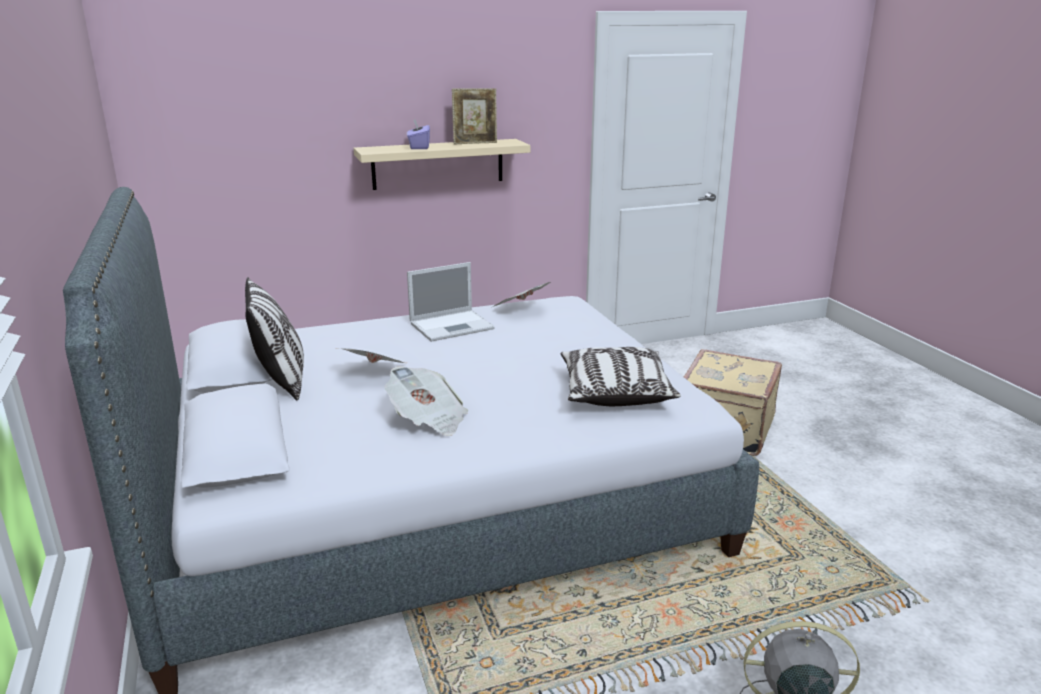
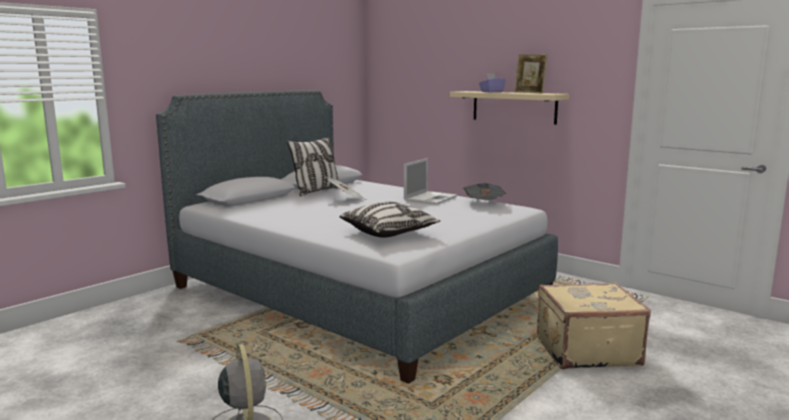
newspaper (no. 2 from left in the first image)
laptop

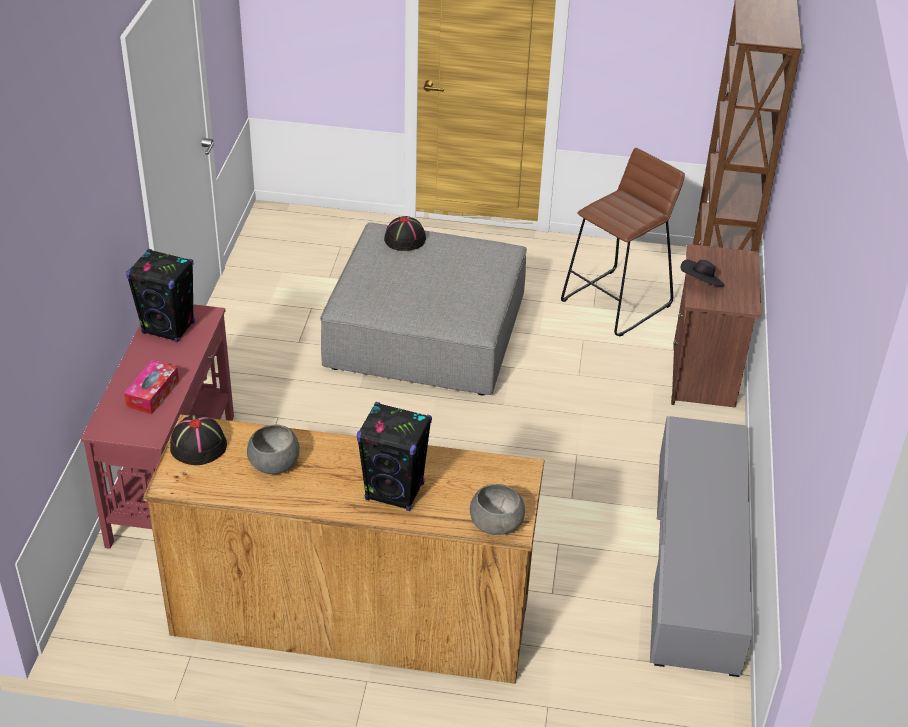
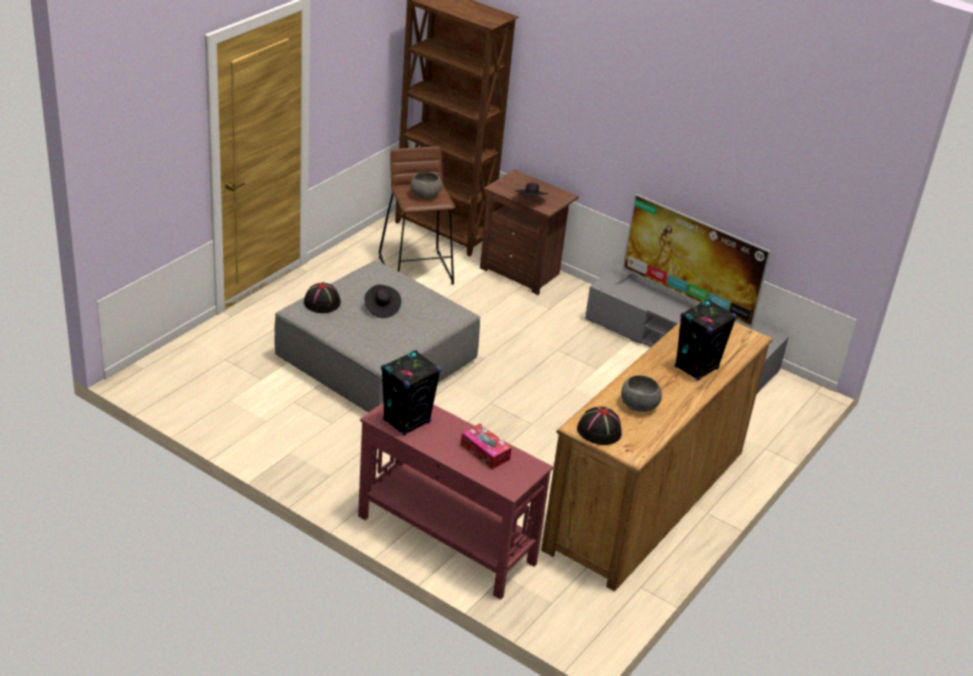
grey deep dish (no. 1 from left)
blackish wearable hat (no. 2 from left)
television

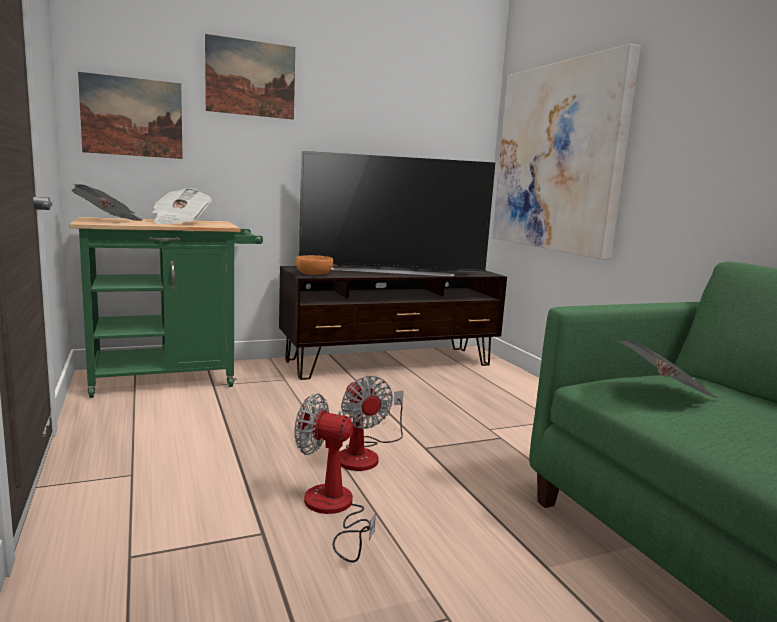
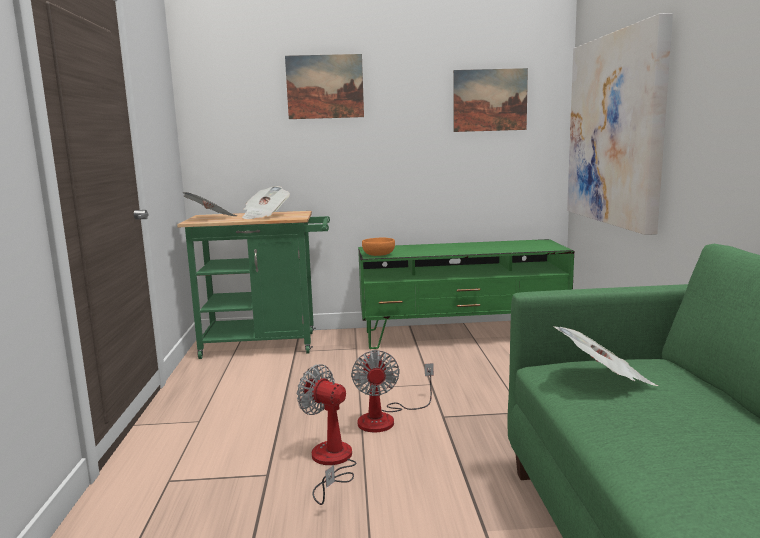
wall picture (no. 2 from left)
green-coloured tv stand
television

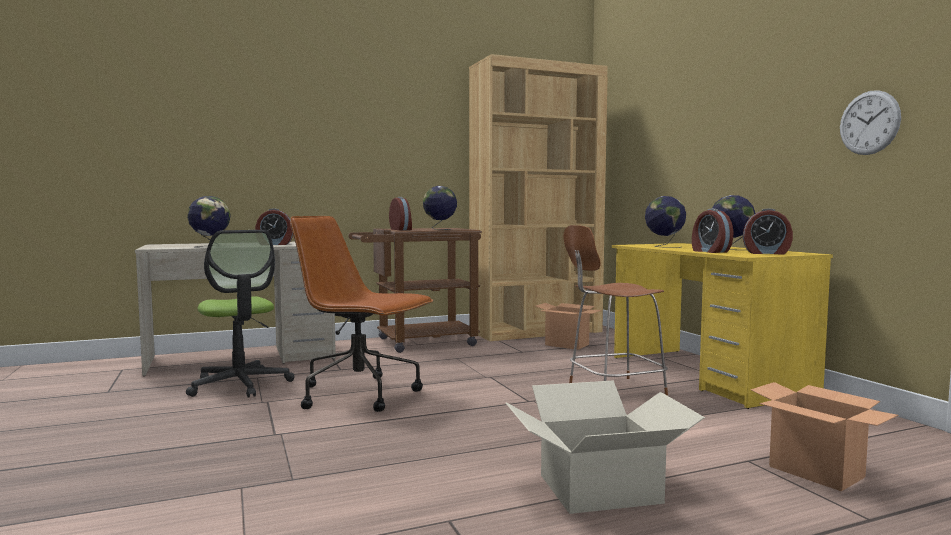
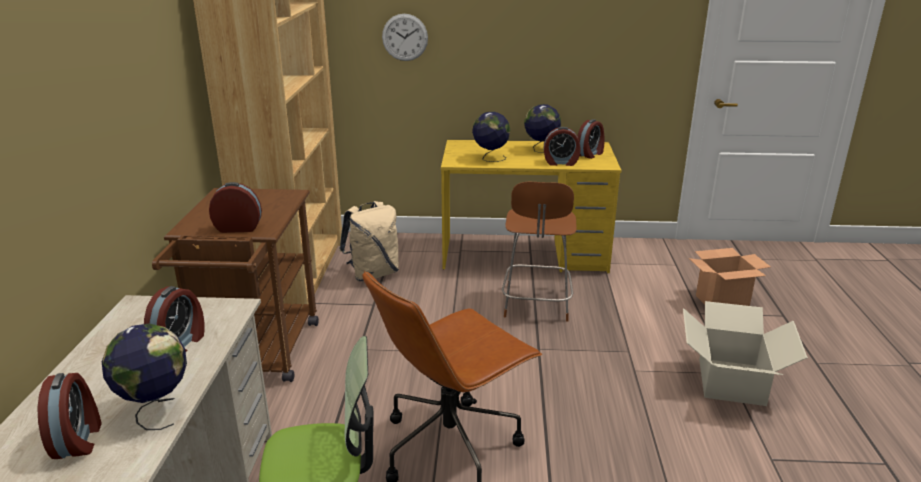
globe (no. 2 from left in the first image)
beige-coloured rucksack
clock on the wall
table clock (no. 1 from left)

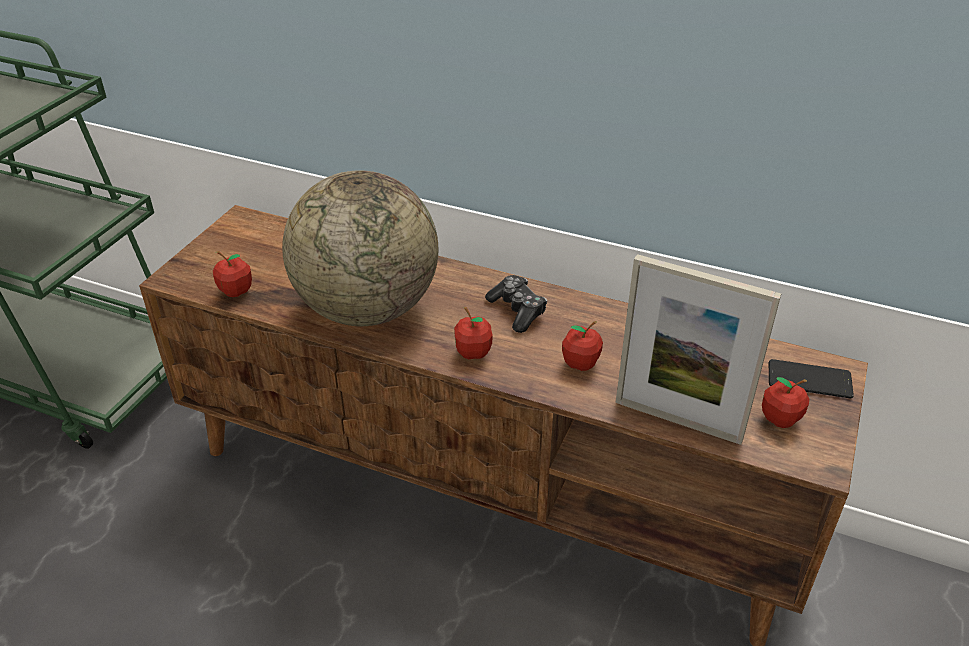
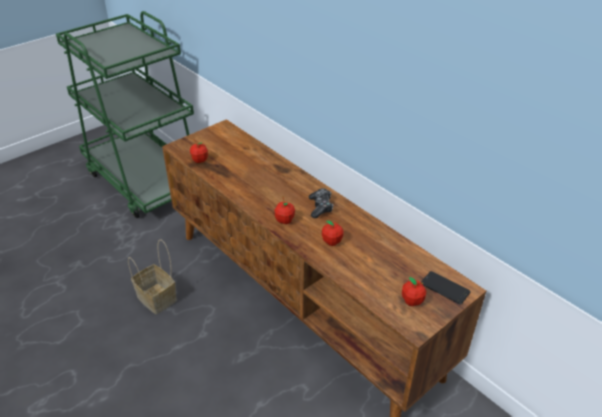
globe
standing frame
basket

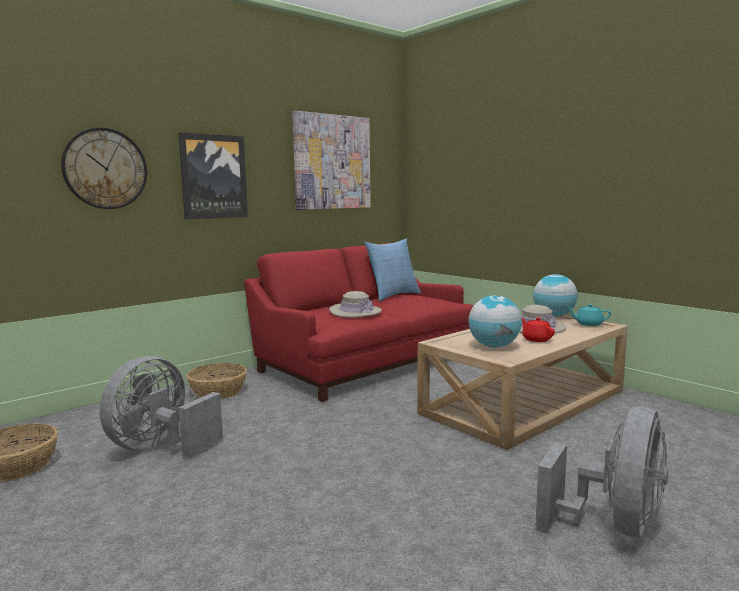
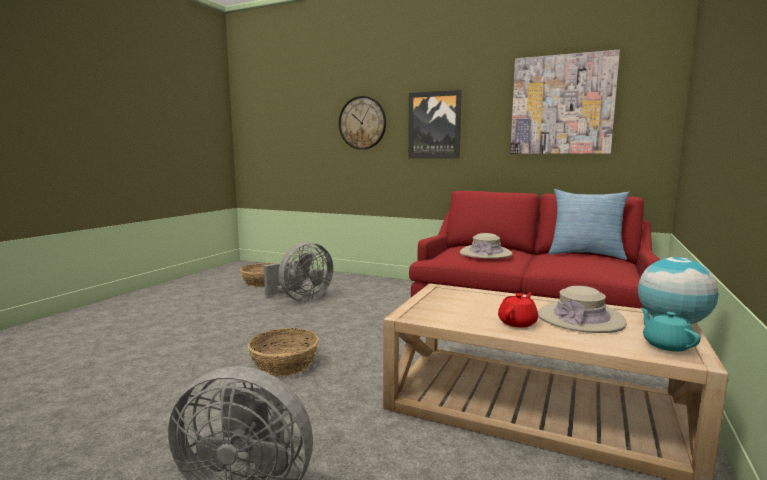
grey cooling fan (no. 2 from left)
basket (no. 2 from left)
globe (no. 1 from left in the first image)

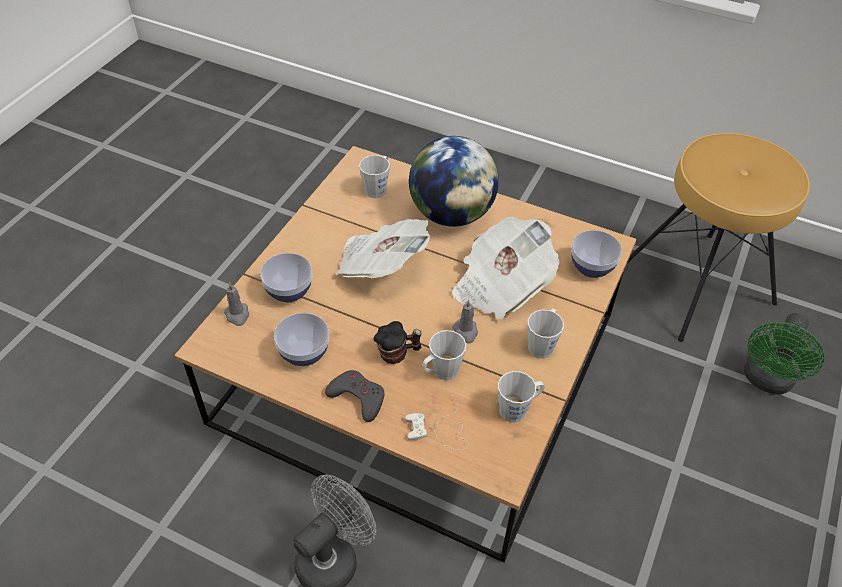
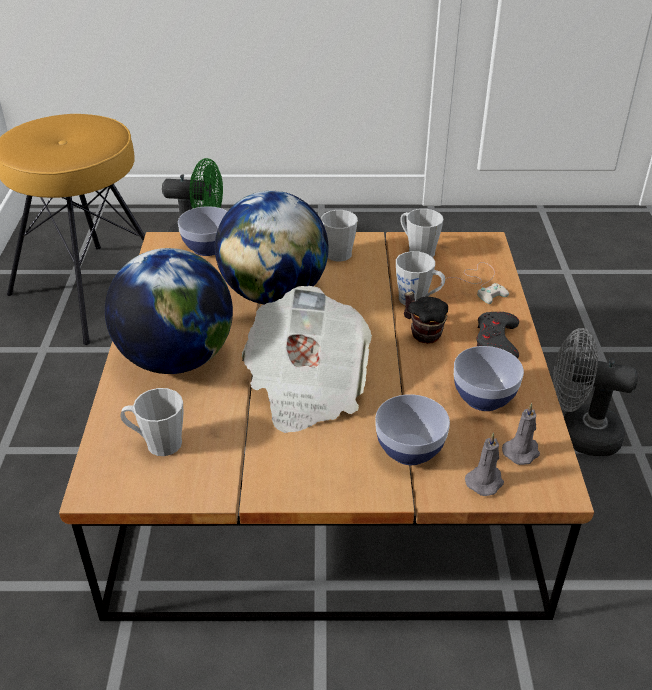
globe (no. 2 from left)
grey wax light (no. 2 from left)

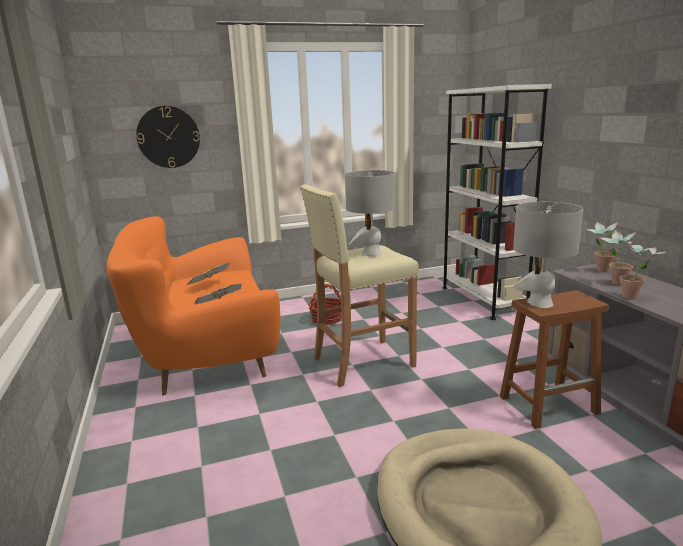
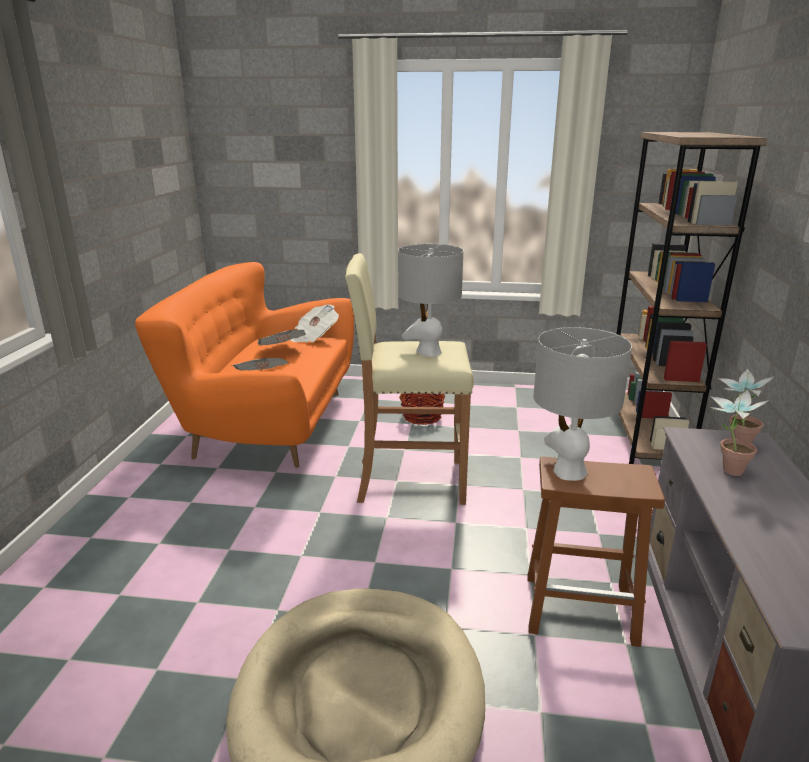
clock on the wall
brown-coloured bookcase
houseplant (no. 3 from left in the first image)
newspaper (no. 3 from left)

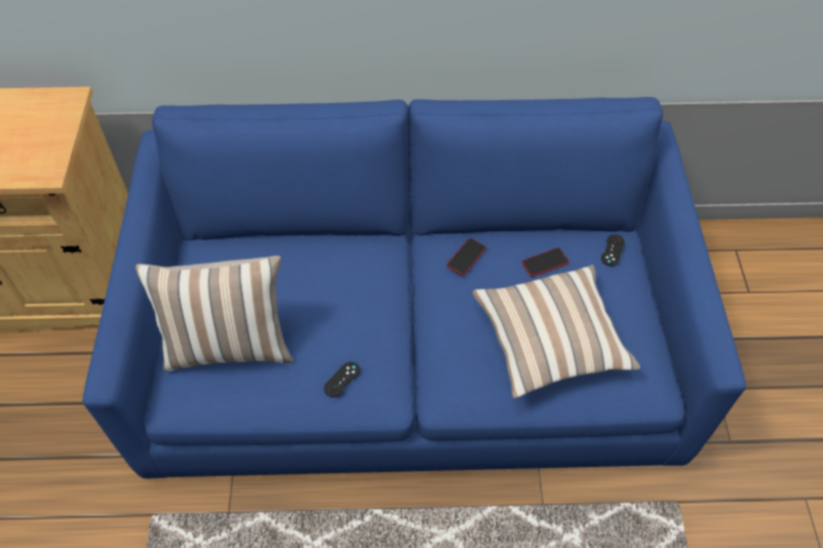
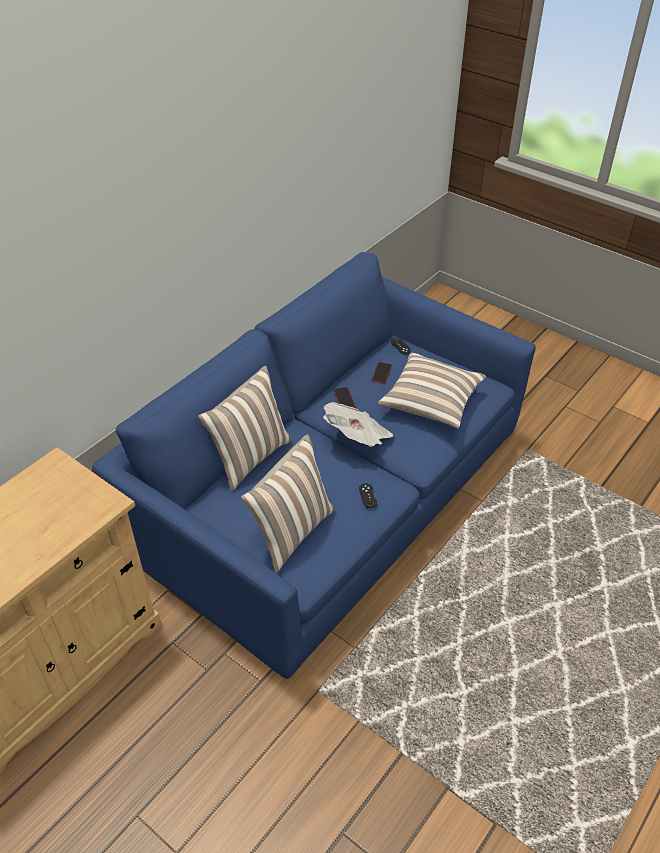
cushion (no. 1 from left)
newspaper

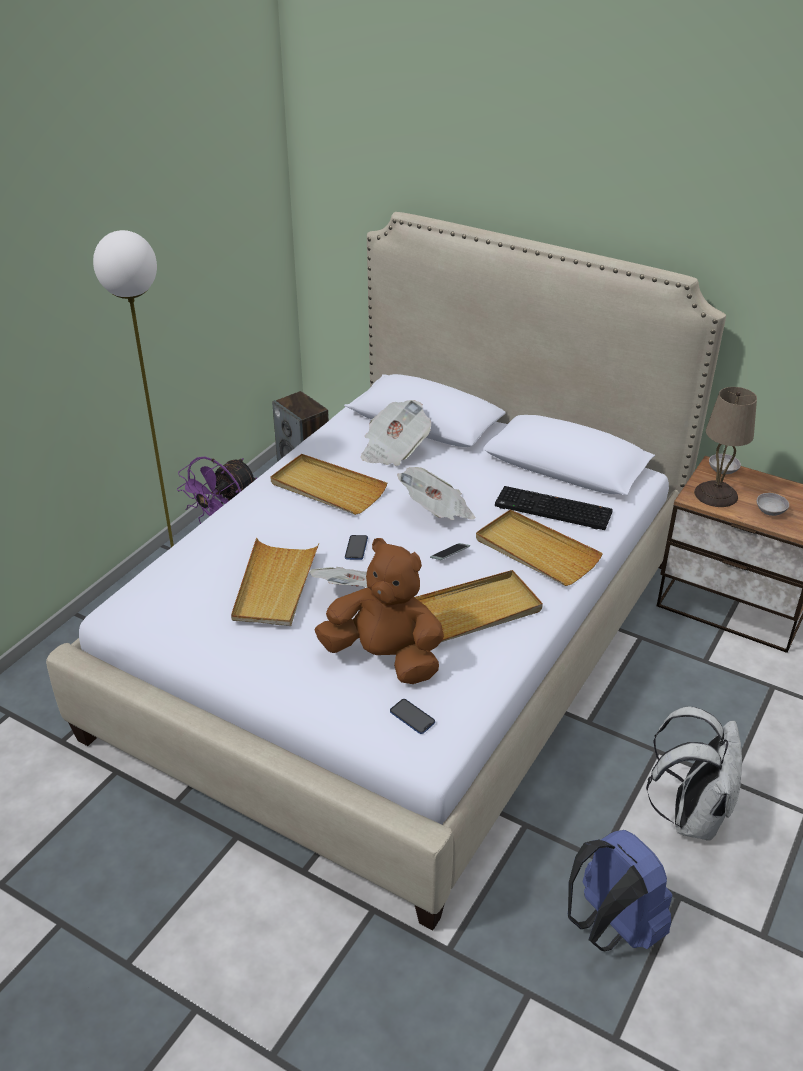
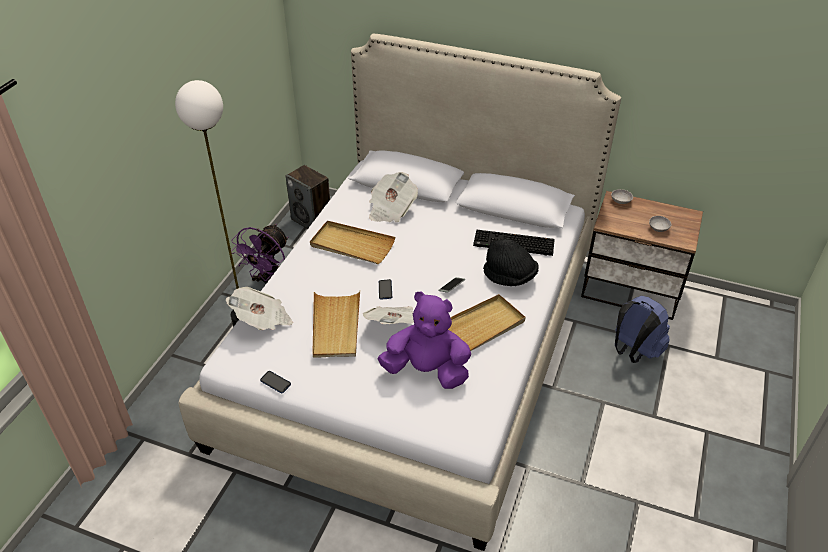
purplish soft toy
phone (no. 1 from left)
newspaper (no. 1 from left)
blackish wearable hat
bluish rucksack
white-coloured rucksack
beige-coloured table lamp

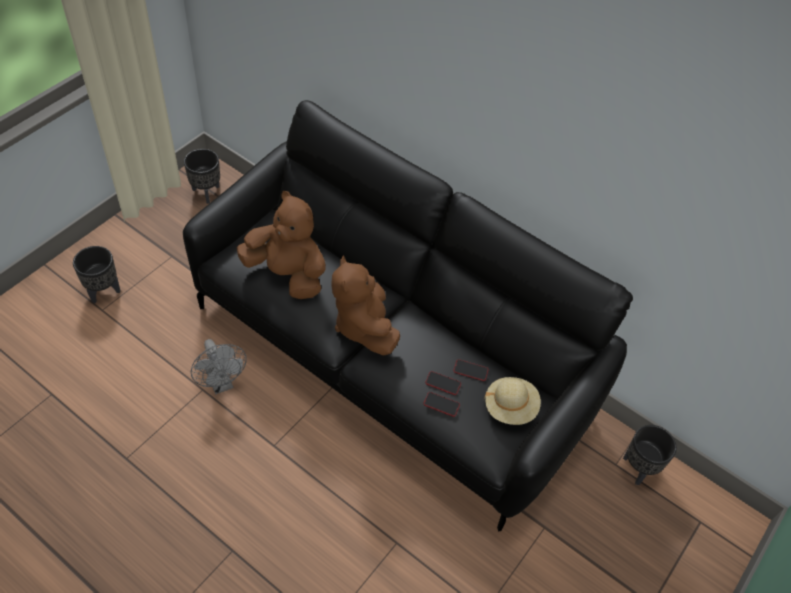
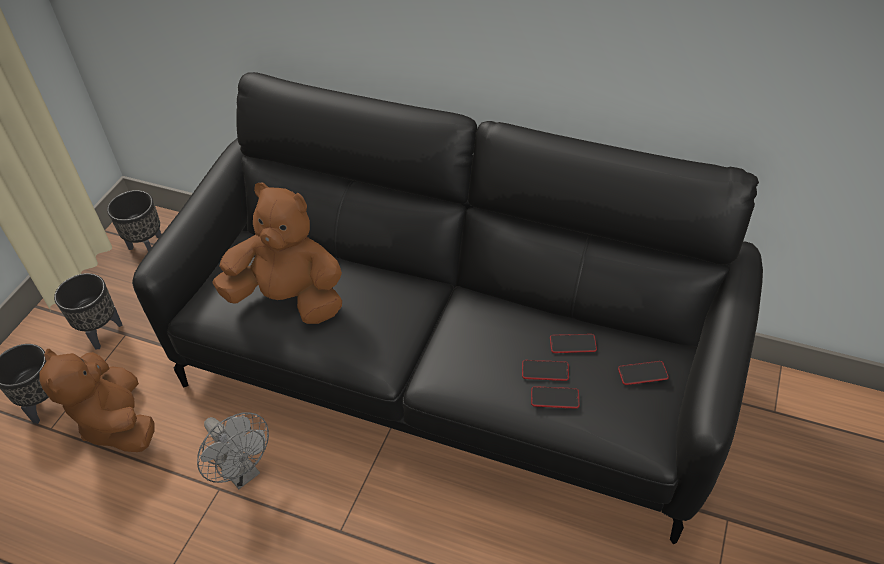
brown-coloured soft toy (no. 1 from left)
phone (no. 4 from left)
blackish planter (no. 2 from left)

